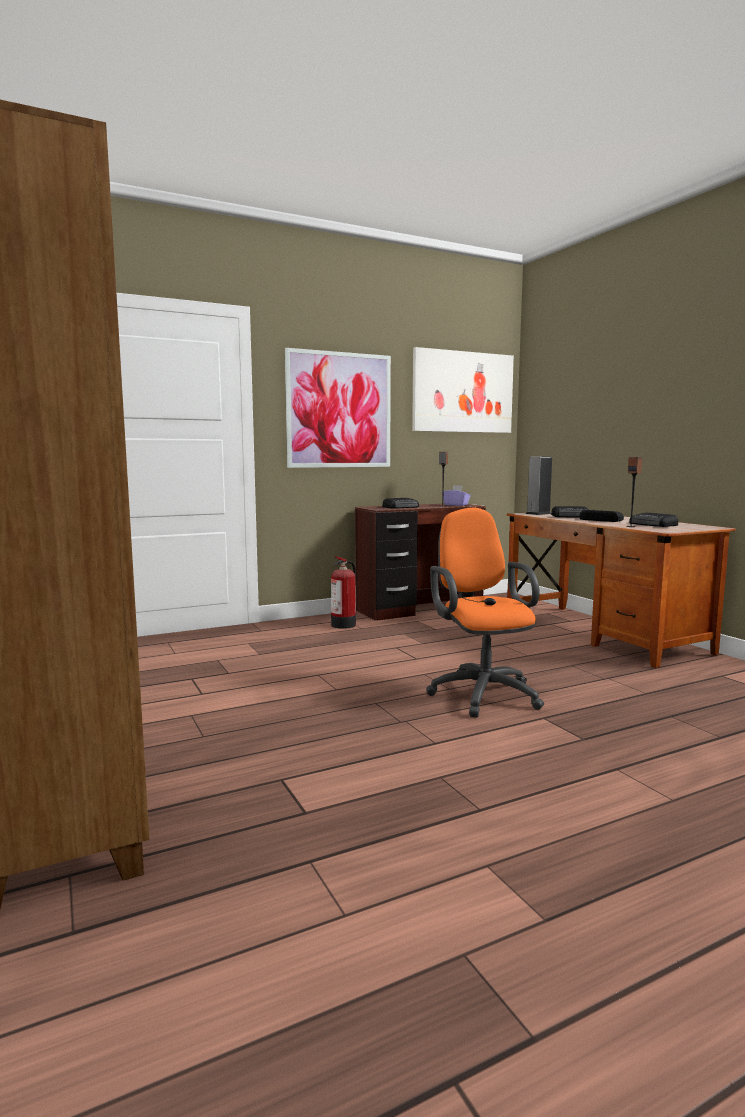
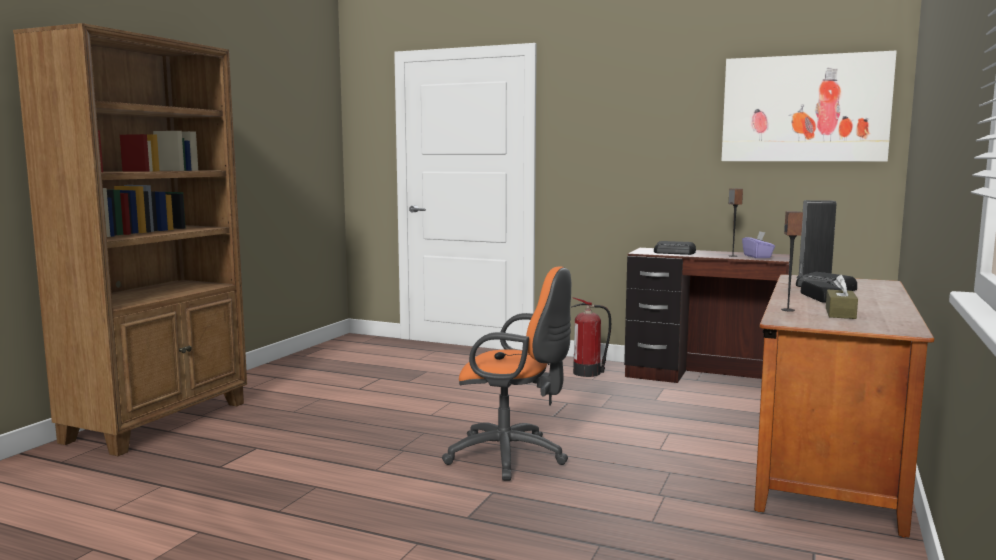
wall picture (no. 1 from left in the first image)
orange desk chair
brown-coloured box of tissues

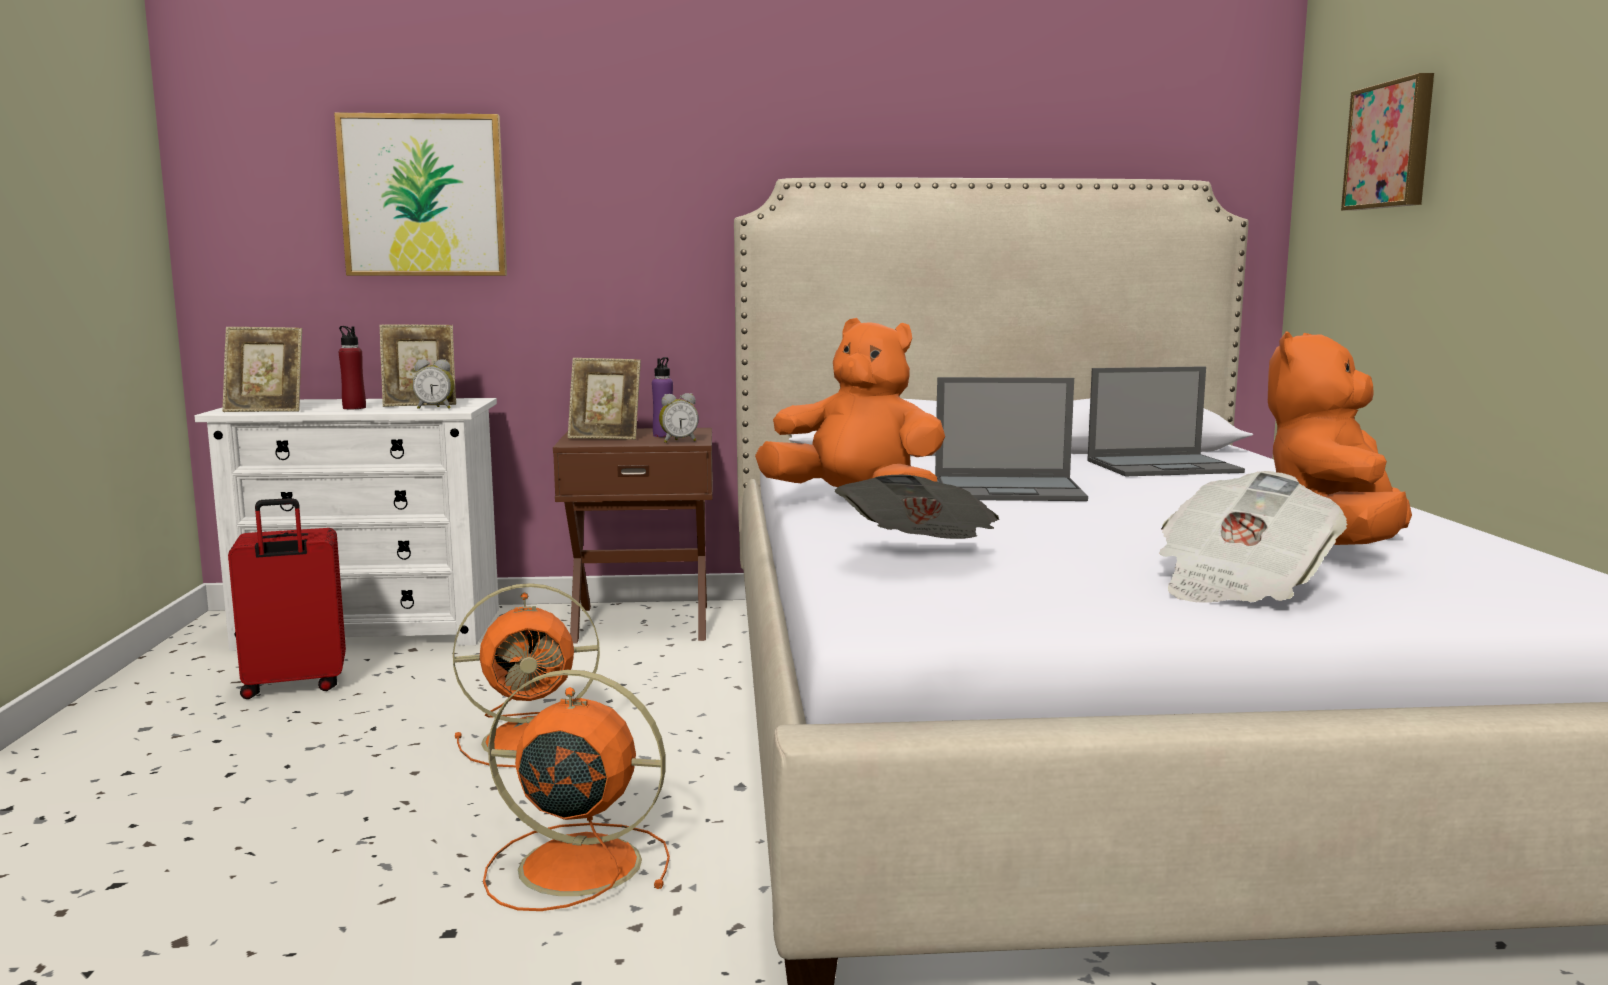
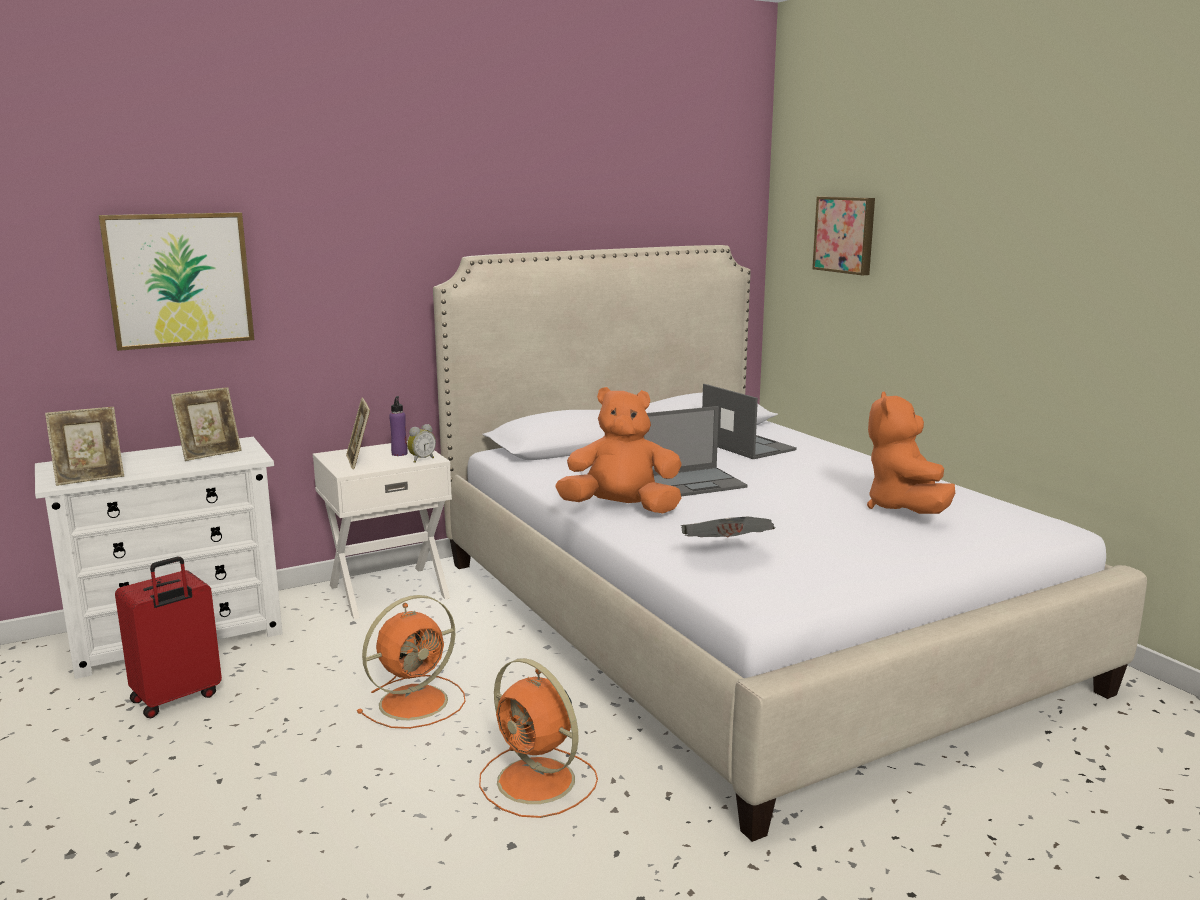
reddish beverage bottle
table clock (no. 1 from left in the first image)
orange cooling fan (no. 2 from left)
white-coloured bedside table
standing frame (no. 3 from left)
laptop (no. 2 from left)
newspaper (no. 2 from left in the first image)

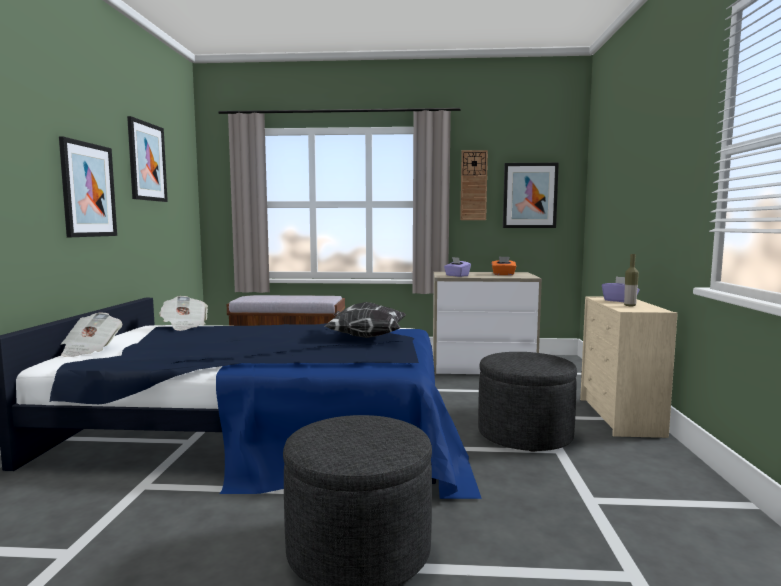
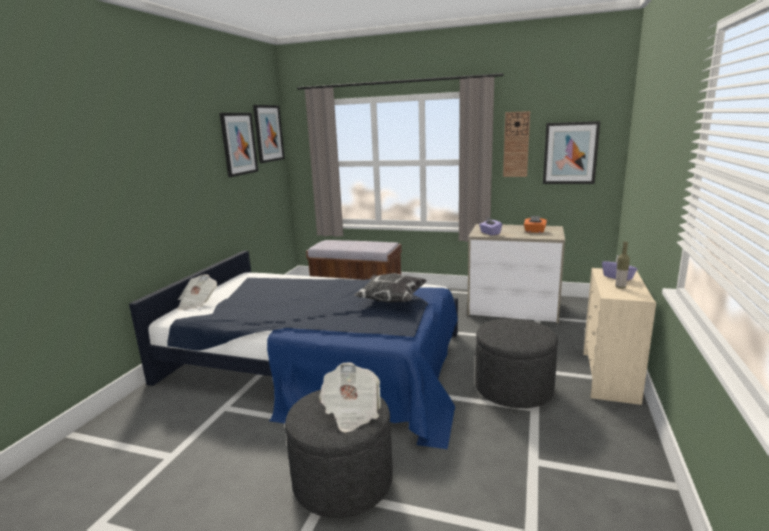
wall picture (no. 2 from left)
newspaper (no. 2 from left)

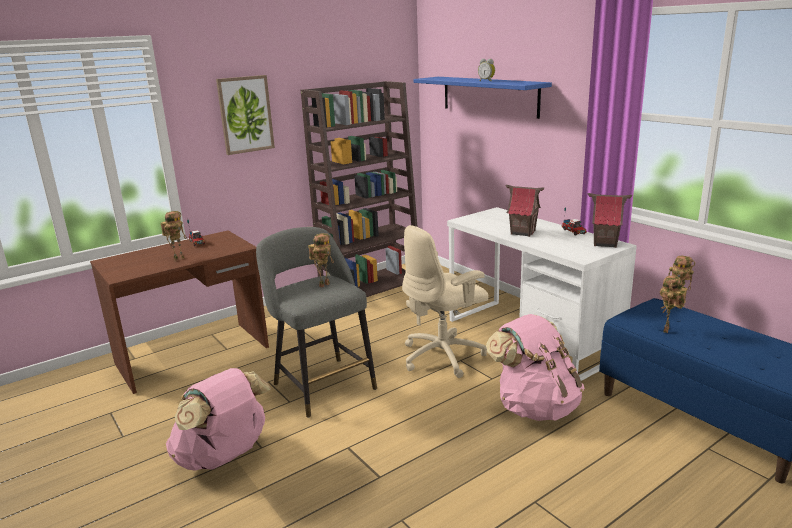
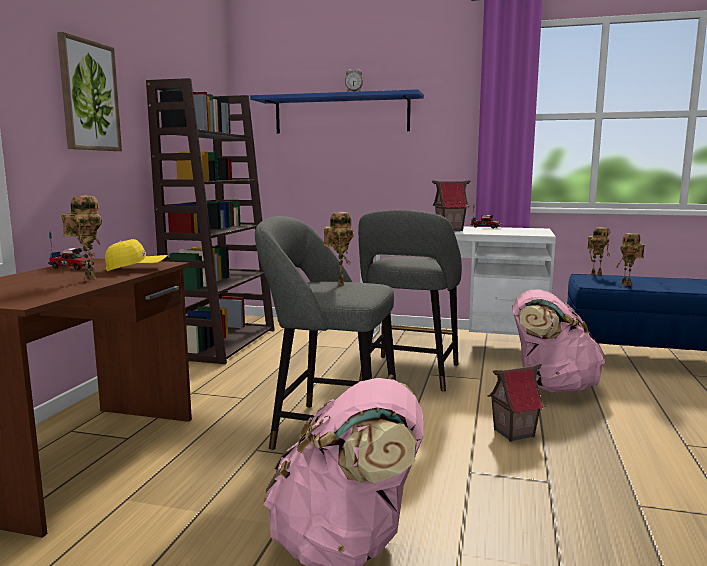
grey stool (no. 2 from left)
toy house (no. 2 from left)
yellowish cap

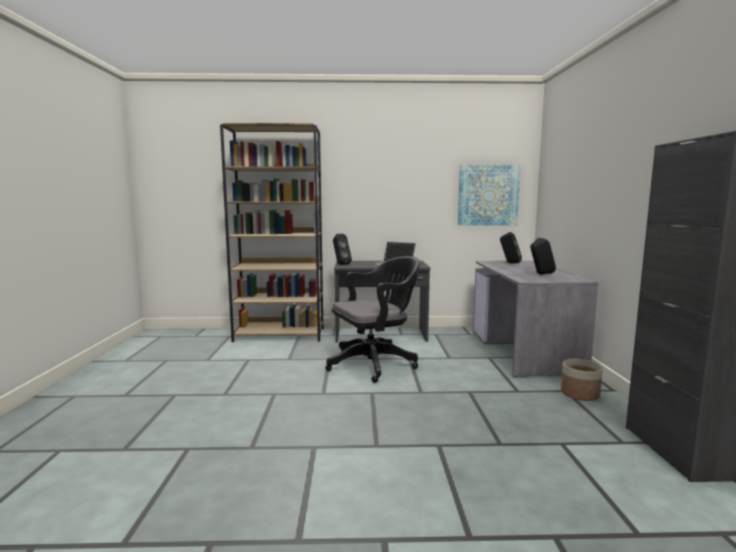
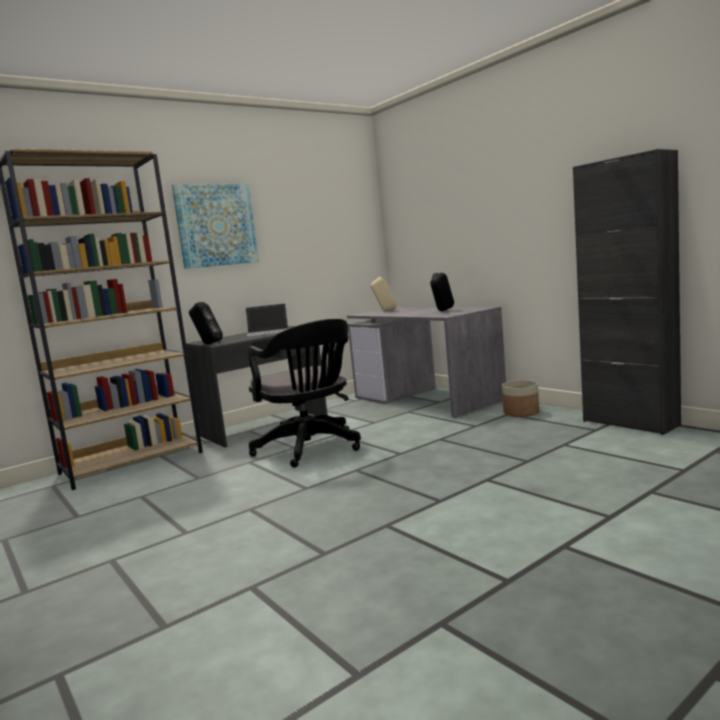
blackish desk chair
wall picture
beige-coloured speaker

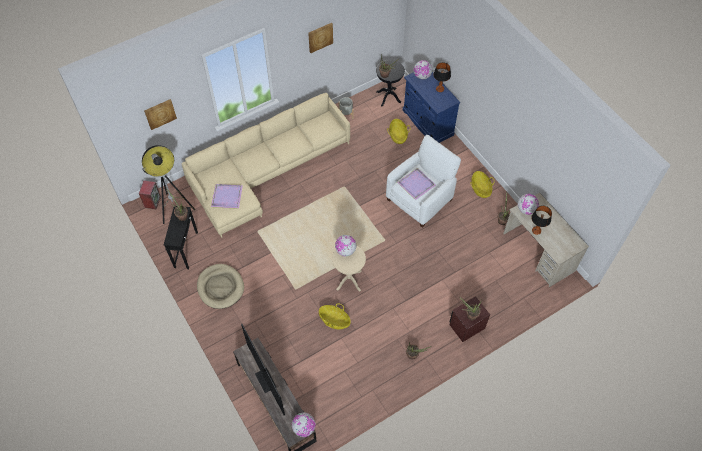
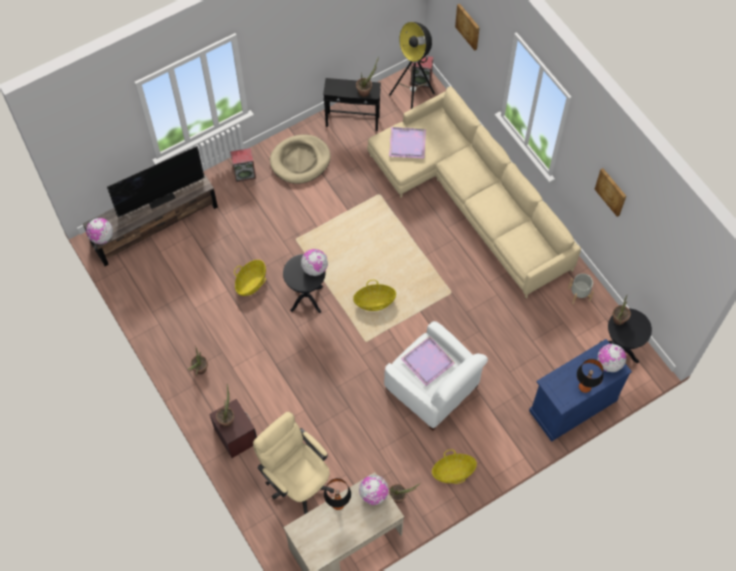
blackish end table (no. 1 from left)
basket (no. 2 from left)
speaker (no. 1 from left)
beige-coloured desk chair

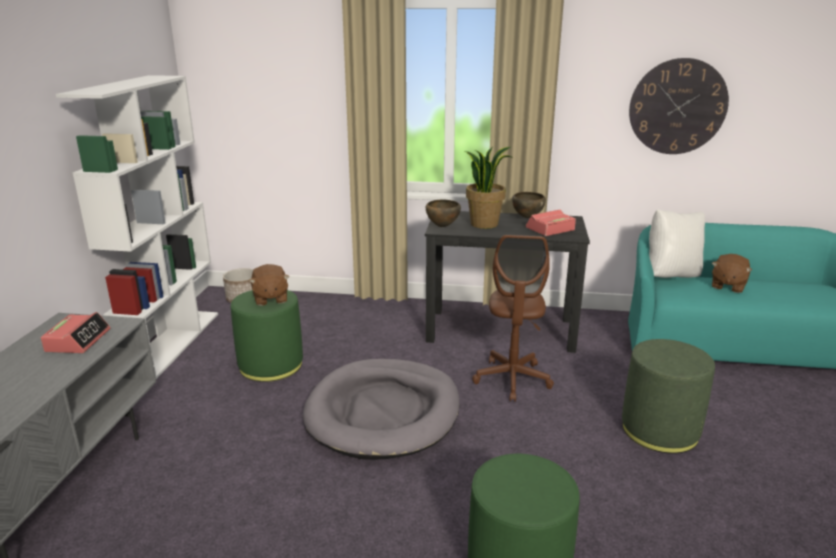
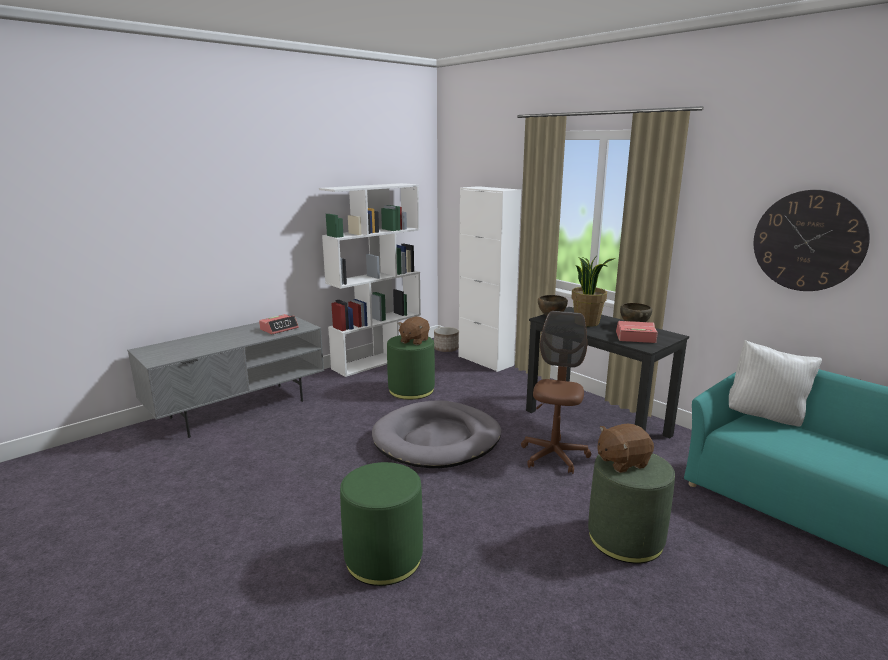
brown-coloured desk chair
brown-coloured soft toy (no. 2 from left)
white-coloured storage cabinet

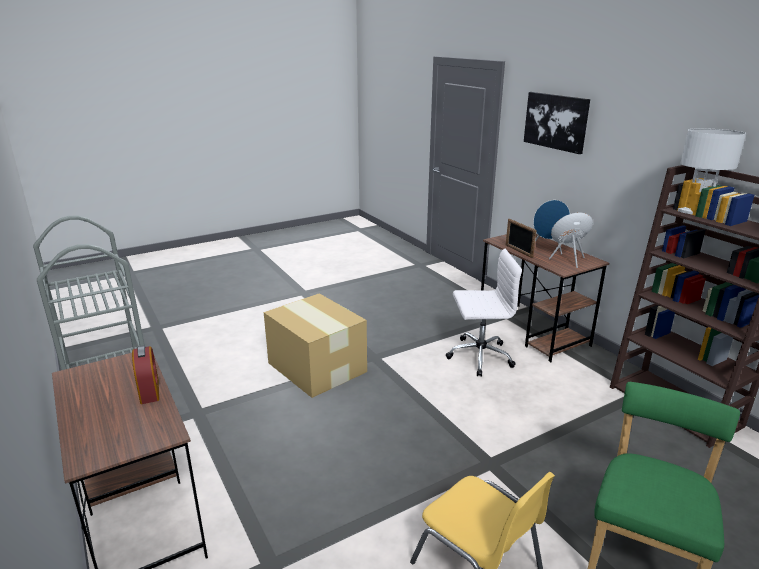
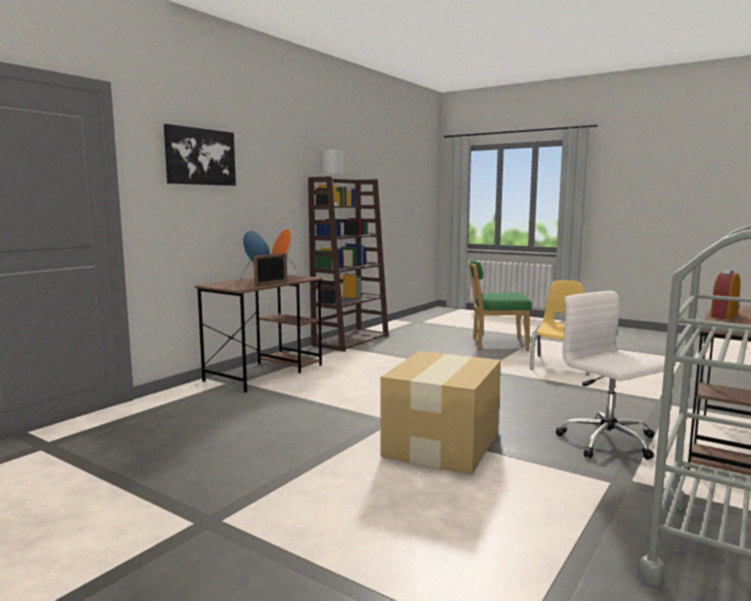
white-coloured desk chair

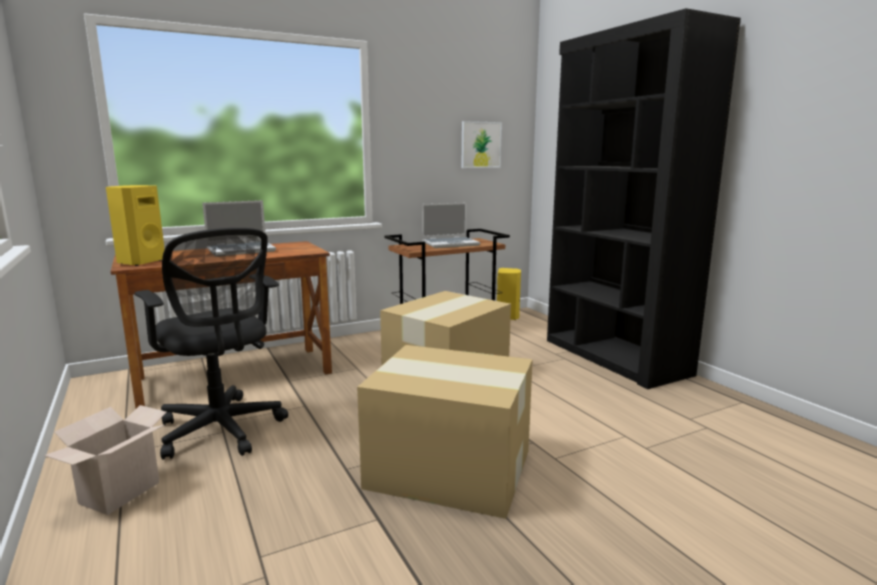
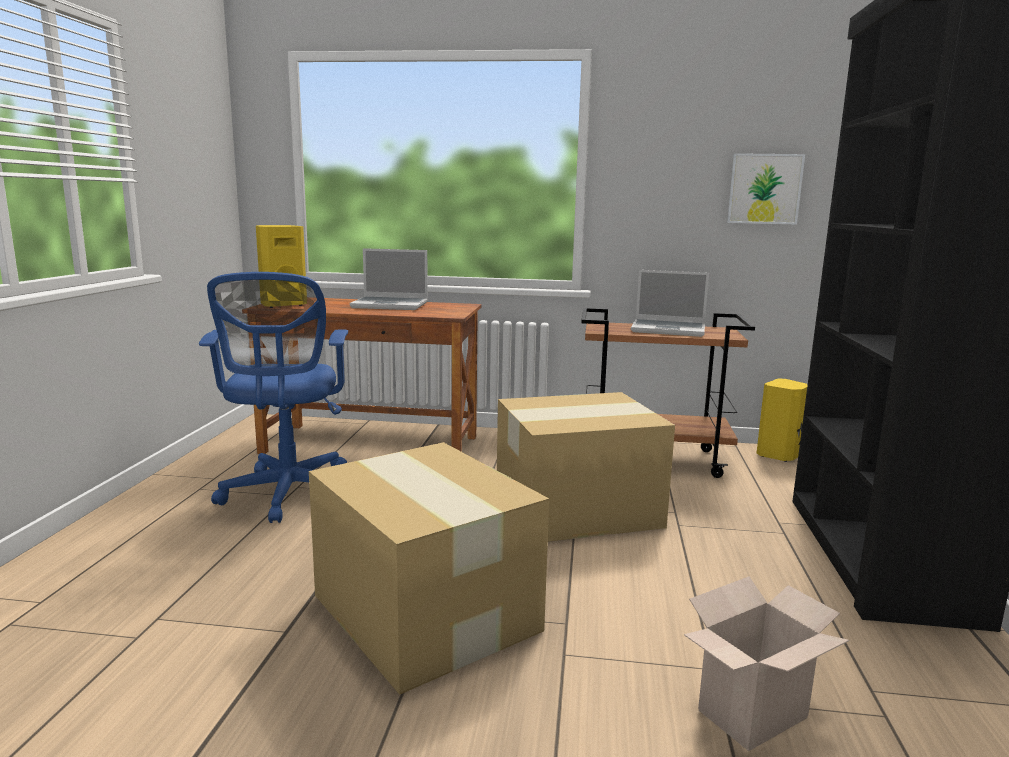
packing box (no. 3 from left)
bluish desk chair

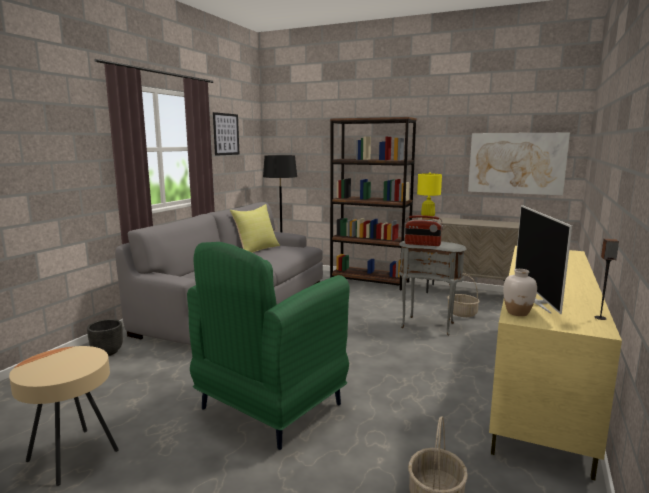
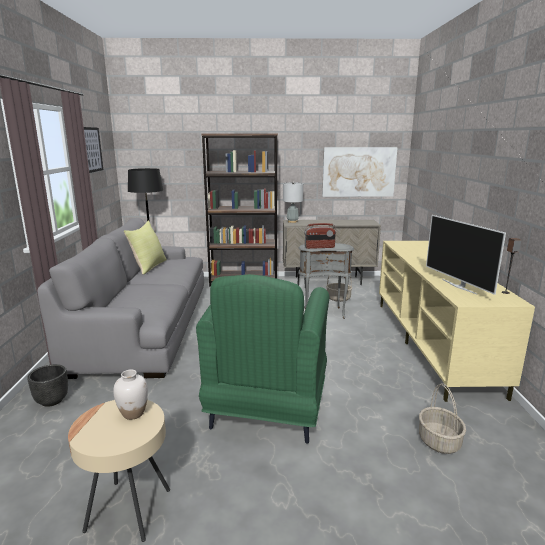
grey table lamp
white-coloured vase

